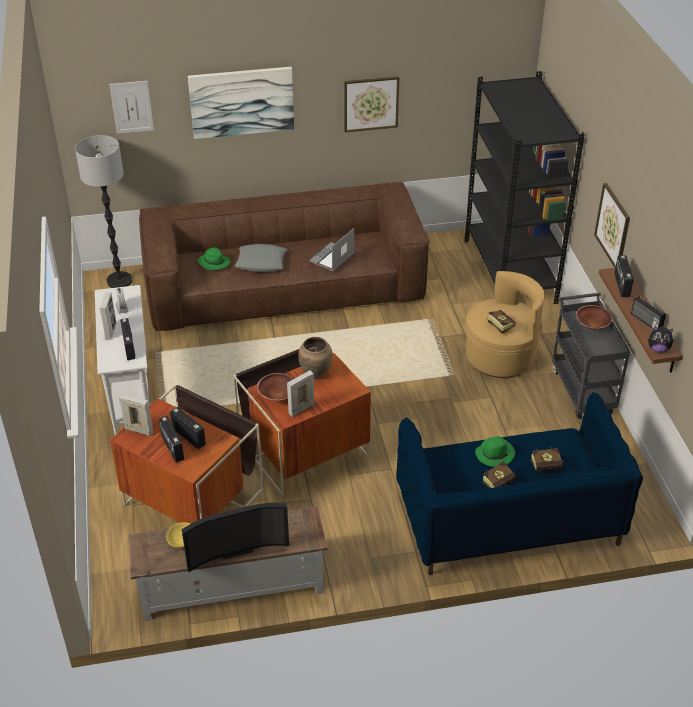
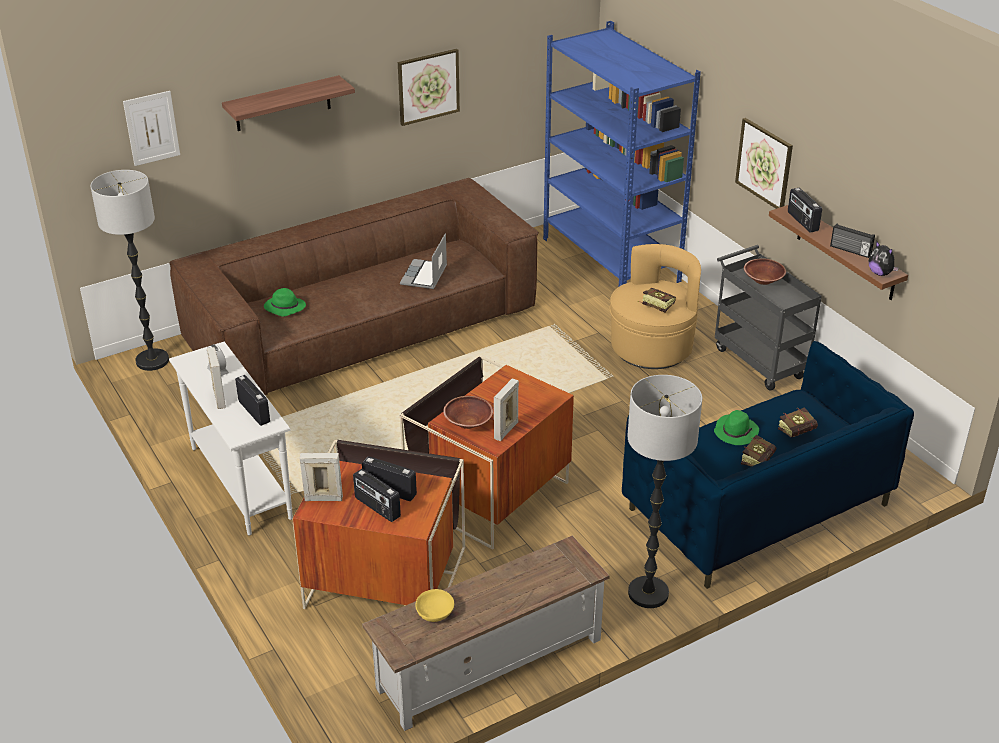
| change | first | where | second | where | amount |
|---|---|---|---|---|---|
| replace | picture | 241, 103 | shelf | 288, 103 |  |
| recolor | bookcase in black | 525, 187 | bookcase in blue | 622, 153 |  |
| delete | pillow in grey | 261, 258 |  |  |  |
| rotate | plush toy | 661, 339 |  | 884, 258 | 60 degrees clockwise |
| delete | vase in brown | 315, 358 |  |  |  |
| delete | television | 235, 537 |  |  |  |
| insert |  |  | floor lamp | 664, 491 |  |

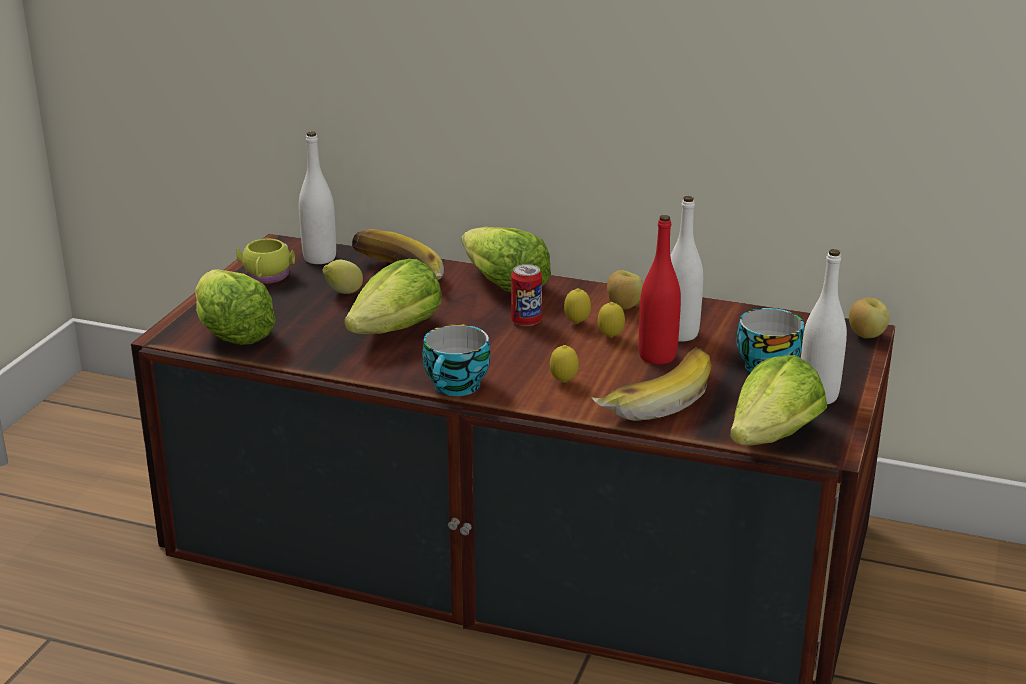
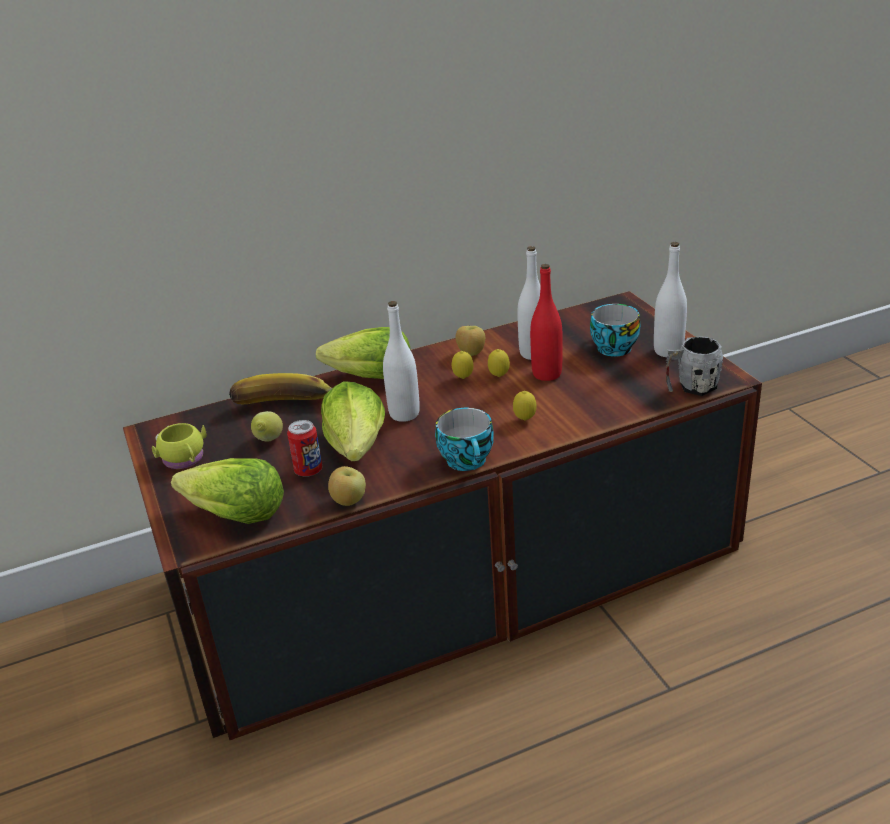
| change | first | where | second | where | amount |
|---|---|---|---|---|---|
| move | bottle in white | 317, 197 |  | 401, 361 |  |
| move | can | 526, 295 |  | 304, 448 |  |
| move | apple | 869, 318 |  | 347, 486 |  |
| delete | banana | 651, 384 |  |  |  |
| replace | lettuce | 778, 400 | mug in grey | 694, 366 |  |

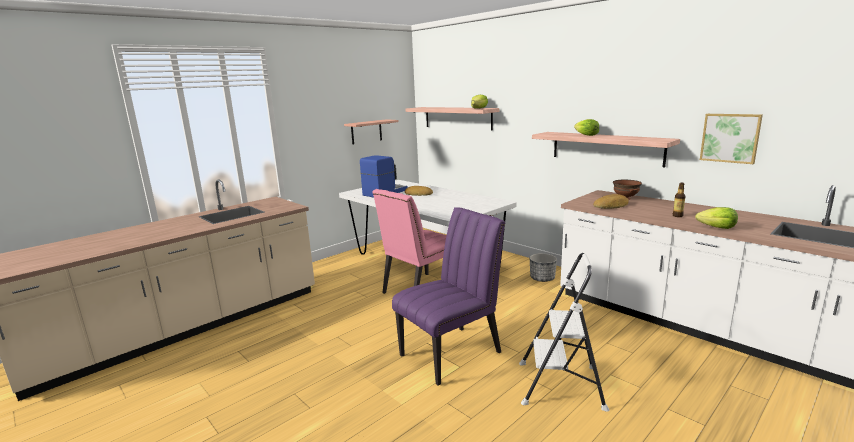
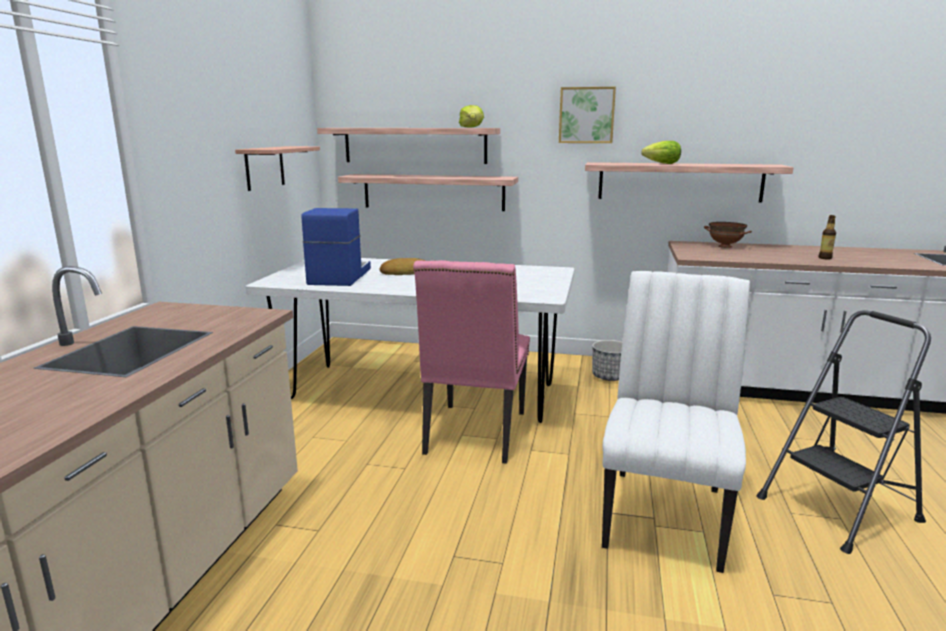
| change | first | where | second | where | amount |
|---|---|---|---|---|---|
| move | picture | 731, 139 |  | 587, 115 |  |
| delete | bread | 611, 201 |  |  |  |
| recolor | chair in purple | 449, 296 | chair in white | 676, 422 |  |
| delete | lettuce | 716, 218 |  |  |  |
| recolor | step ladder in white | 564, 332 | step ladder in black | 843, 432 |  |
| insert |  |  | shelf | 428, 192 |  |

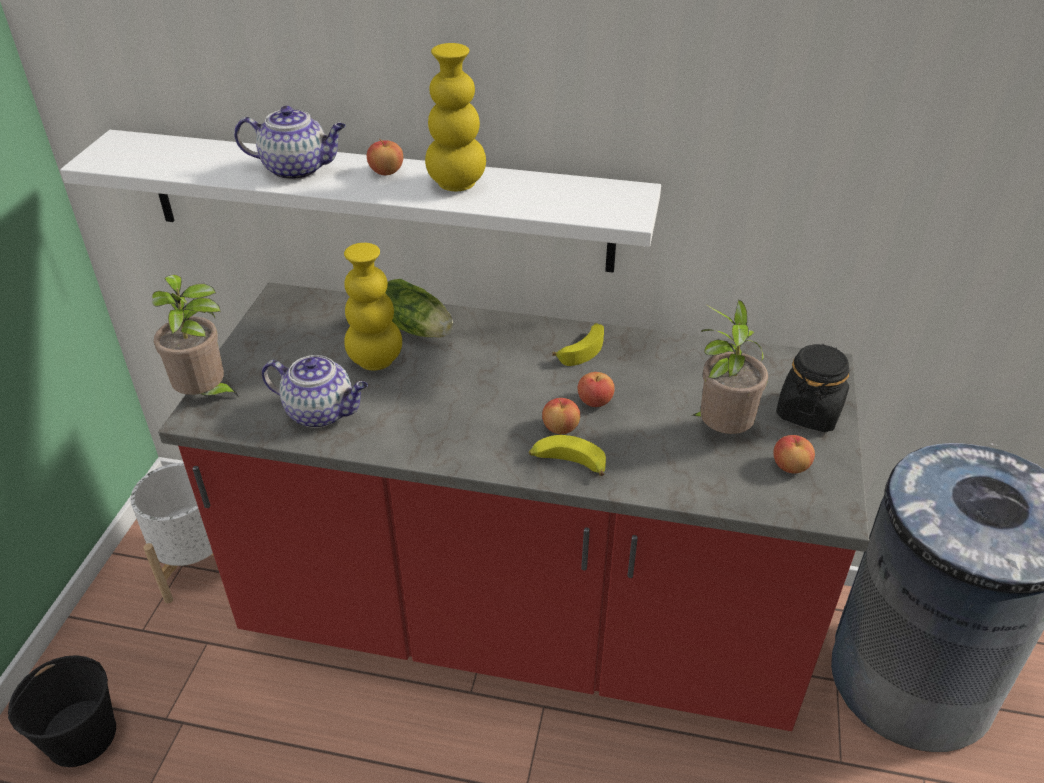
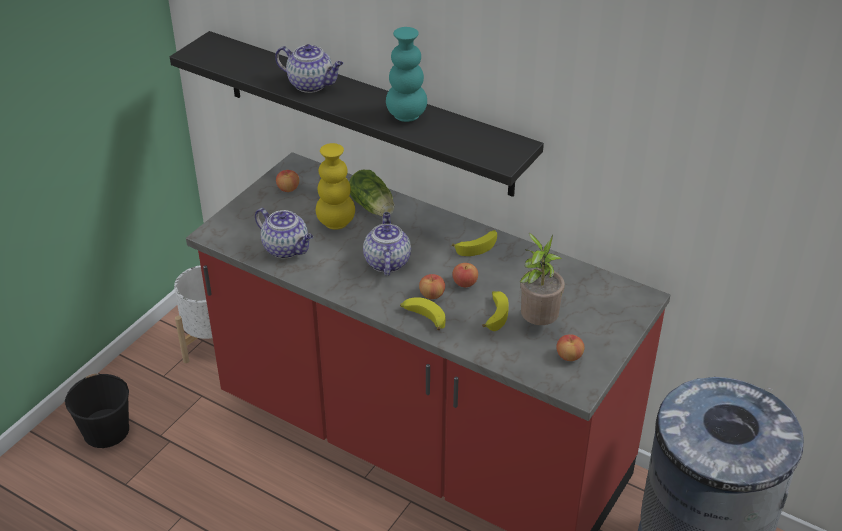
| change | first | where | second | where | amount |
|---|---|---|---|---|---|
| recolor | vase in yellow | 455, 117 | vase in turquoise | 406, 74 |  |
| recolor | shelf in white | 360, 201 | shelf in black | 357, 114 |  |
| move | apple | 385, 157 |  | 287, 181 |  |
| delete | potted plant | 195, 336 |  |  |  |
| delete | jar in black | 812, 388 |  |  |  |
| insert |  |  | teapot | 387, 244 |  |
| insert |  |  | banana | 495, 311 |  |

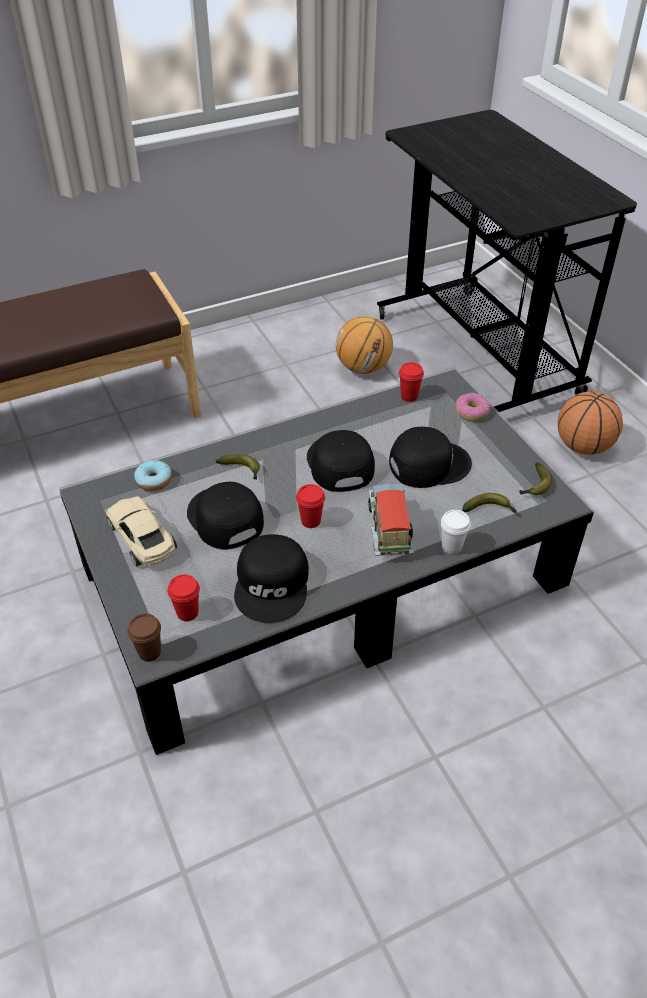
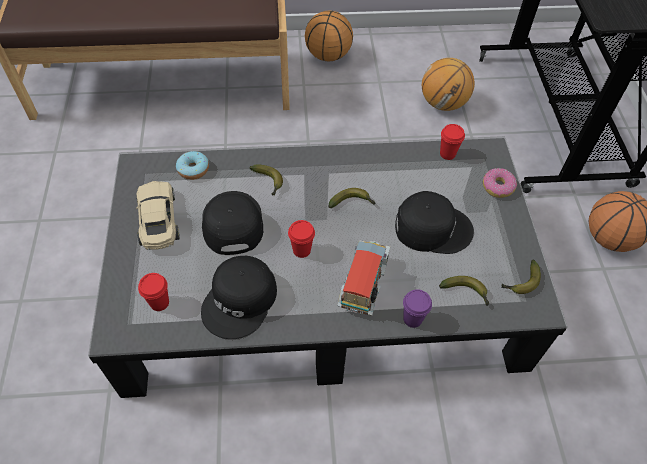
| change | first | where | second | where | amount |
|---|---|---|---|---|---|
| replace | cap in black | 341, 461 | banana | 352, 198 |  |
| recolor | cup in white | 455, 532 | cup in purple | 417, 308 |  |
| delete | cup in brown | 144, 637 |  |  |  |
| insert |  |  | basketball | 329, 36 |  |

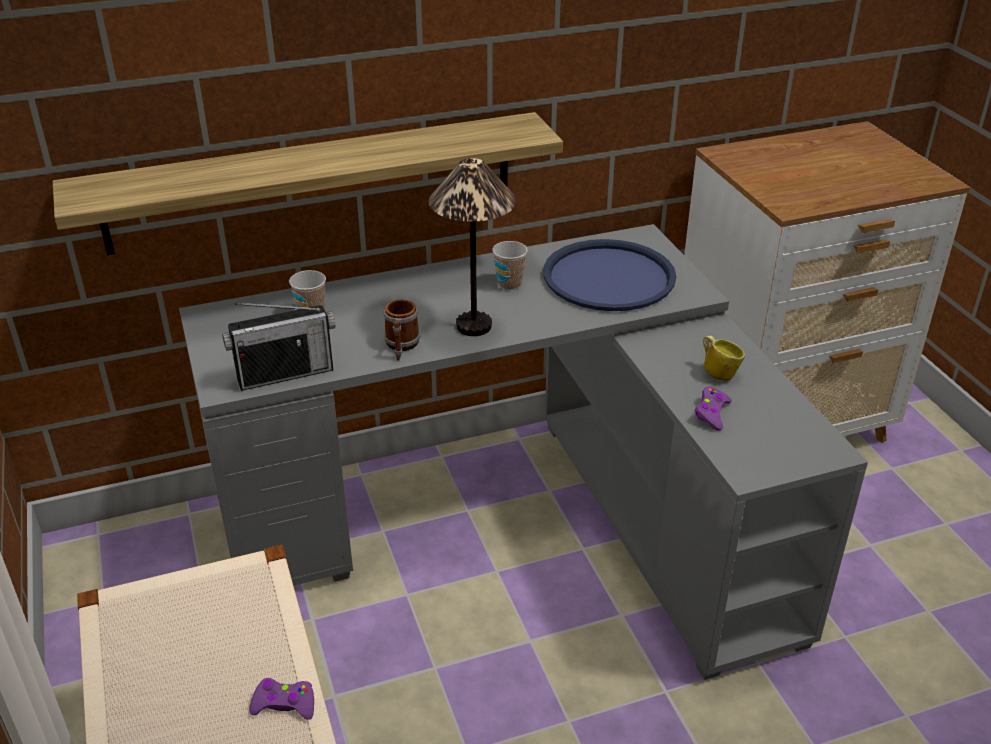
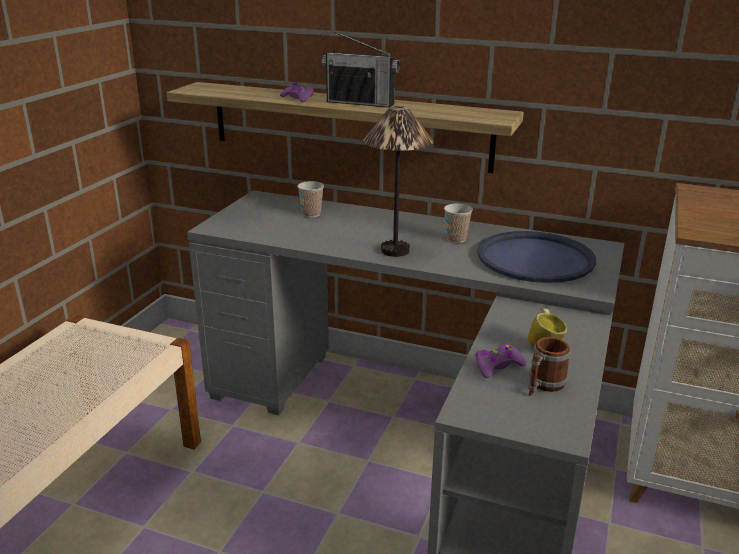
| change | first | where | second | where | amount |
|---|---|---|---|---|---|
| move | mug | 402, 330 |  | 549, 366 |  |
| move | radio | 278, 347 |  | 361, 69 |  |
| move | game controller in purple | 281, 699 |  | 297, 92 |  |

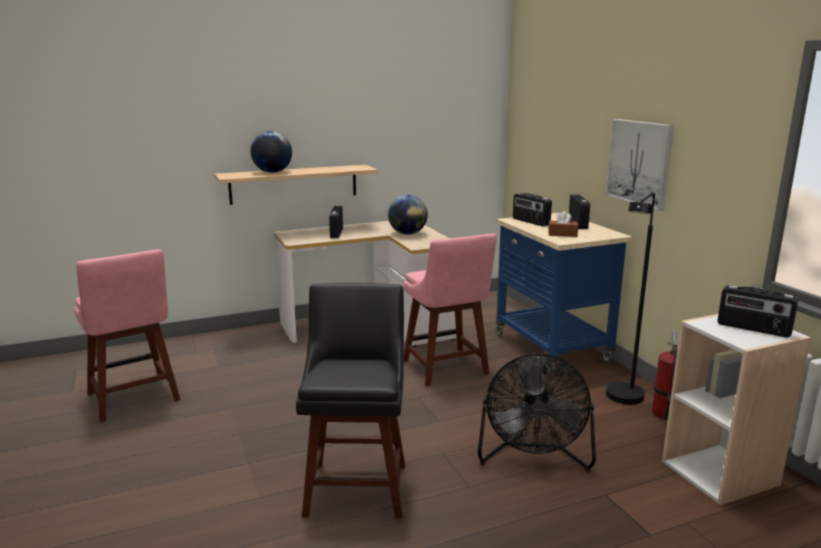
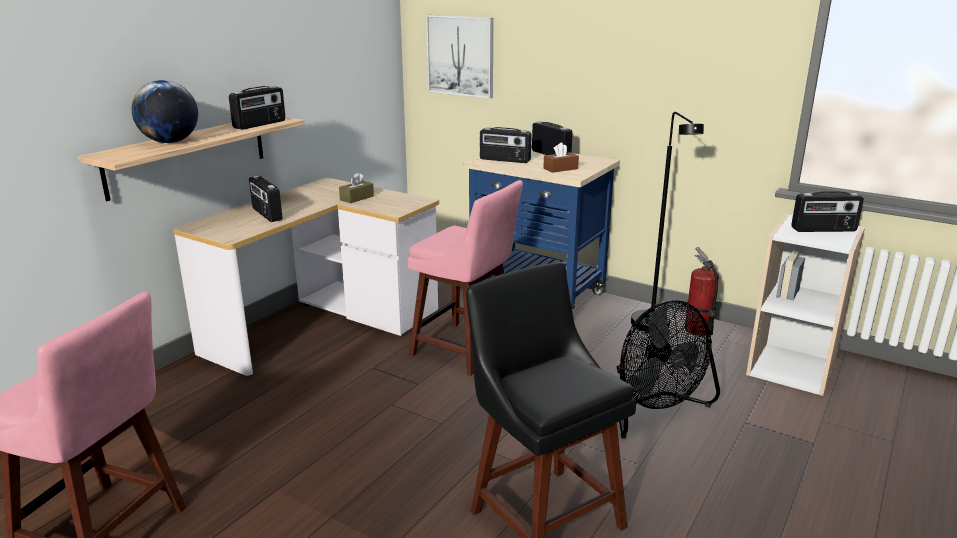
| change | first | where | second | where | amount |
|---|---|---|---|---|---|
| move | picture | 639, 165 |  | 459, 57 |  |
| replace | globe | 408, 215 | tissue box in brown | 356, 188 |  |
| insert |  |  | radio | 257, 108 |  |

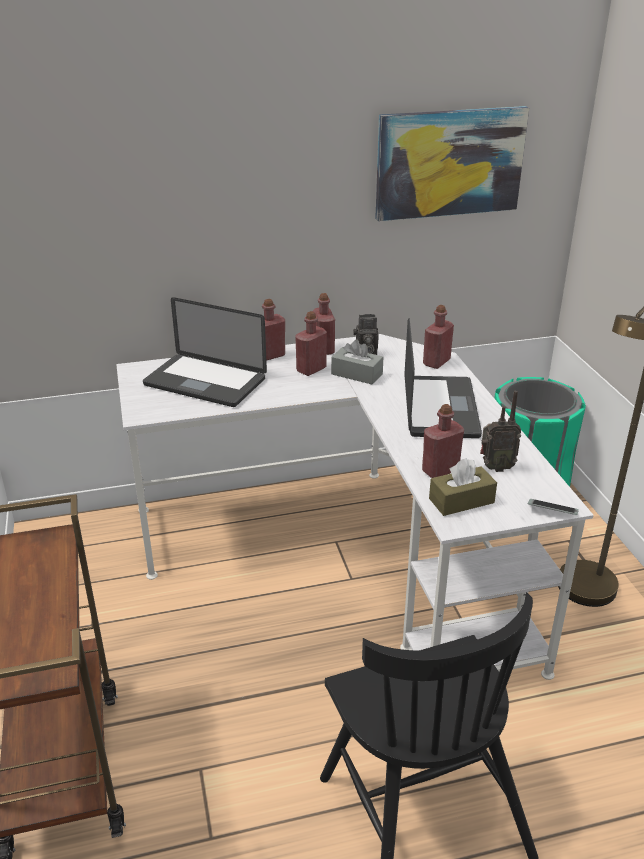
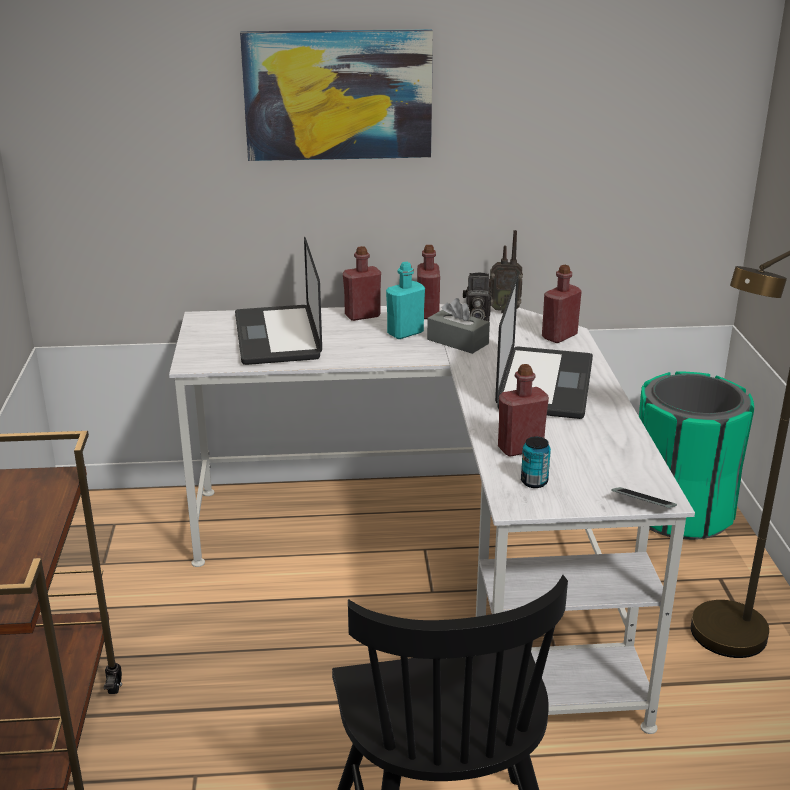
| change | first | where | second | where | amount |
|---|---|---|---|---|---|
| move | picture | 452, 163 |  | 336, 95 |  |
| rotate | laptop | 205, 352 |  | 278, 301 | 45 degrees clockwise |
| recolor | bottle in red | 311, 343 | bottle in turquoise | 405, 300 |  |
| move | radio | 500, 431 |  | 506, 271 |  |
| replace | tissue box in brown | 463, 487 | can | 536, 462 |  |

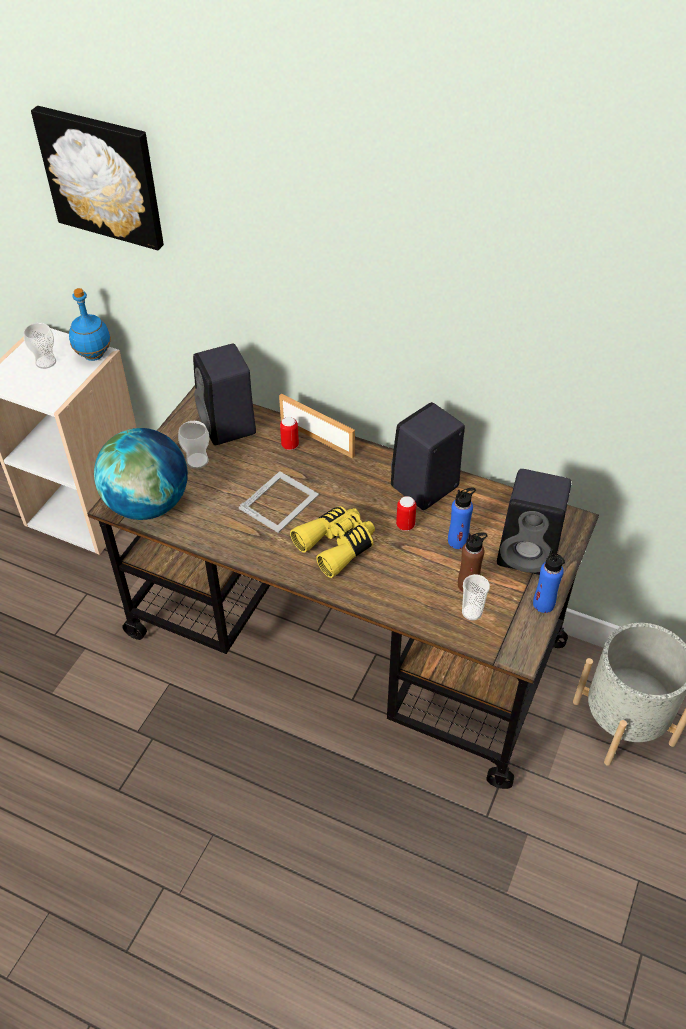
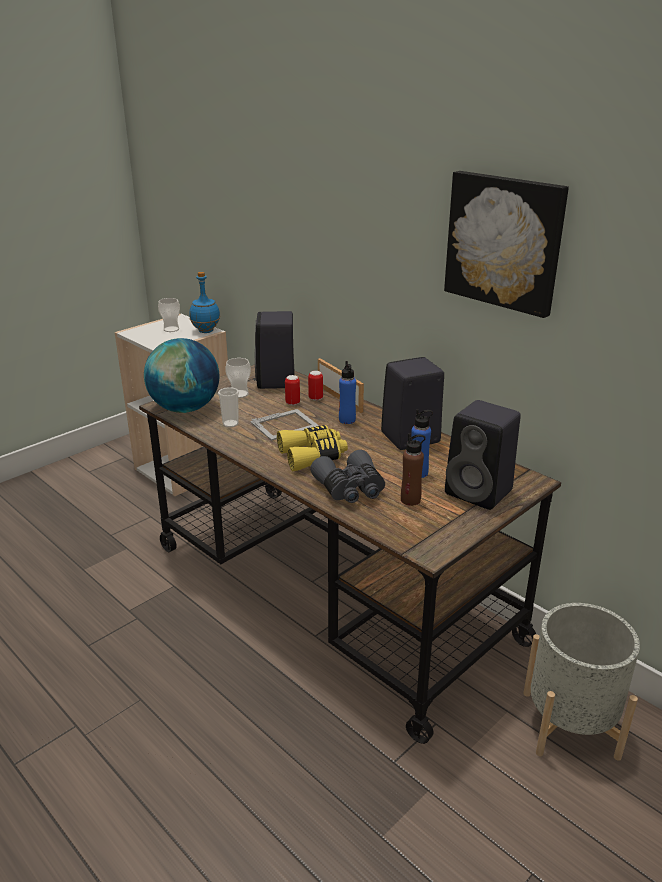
| change | first | where | second | where | amount |
|---|---|---|---|---|---|
| move | picture | 97, 178 |  | 506, 244 |  |
| move | can | 406, 513 |  | 292, 390 |  |
| move | bottle in blue | 549, 581 |  | 347, 392 |  |
| move | cup | 476, 597 |  | 228, 407 |  |
| insert |  |  | binoculars in grey | 347, 476 |  |

